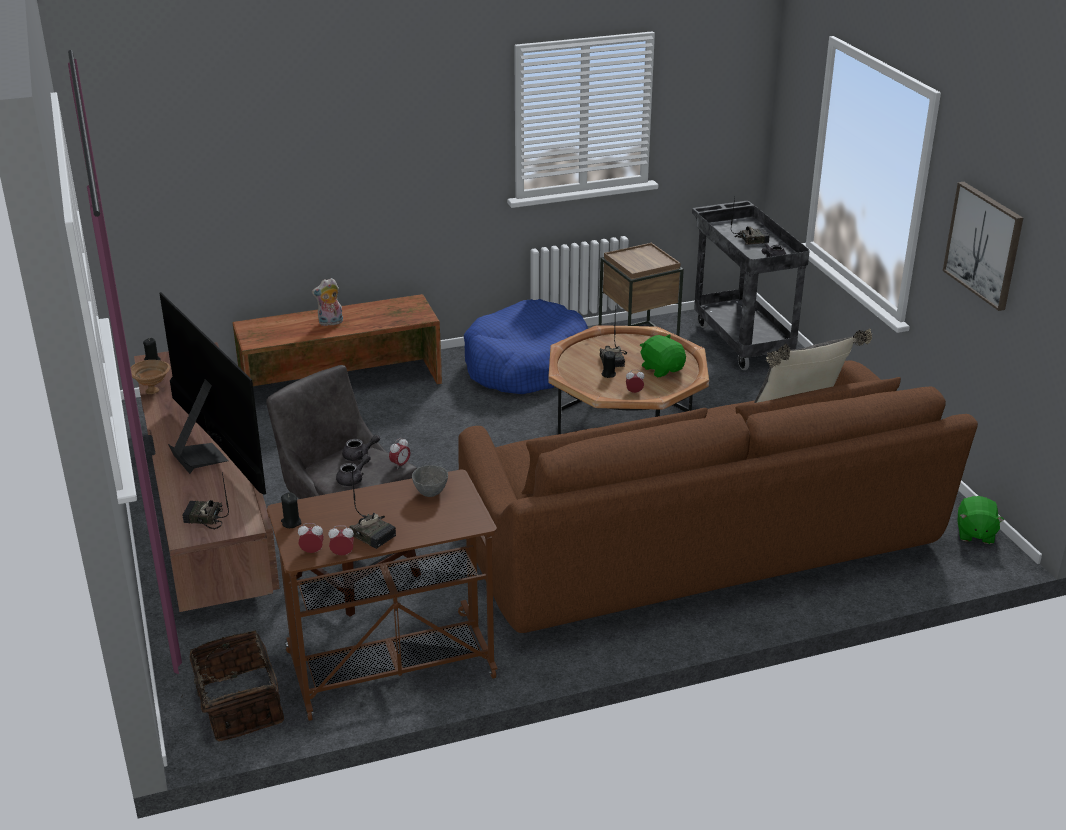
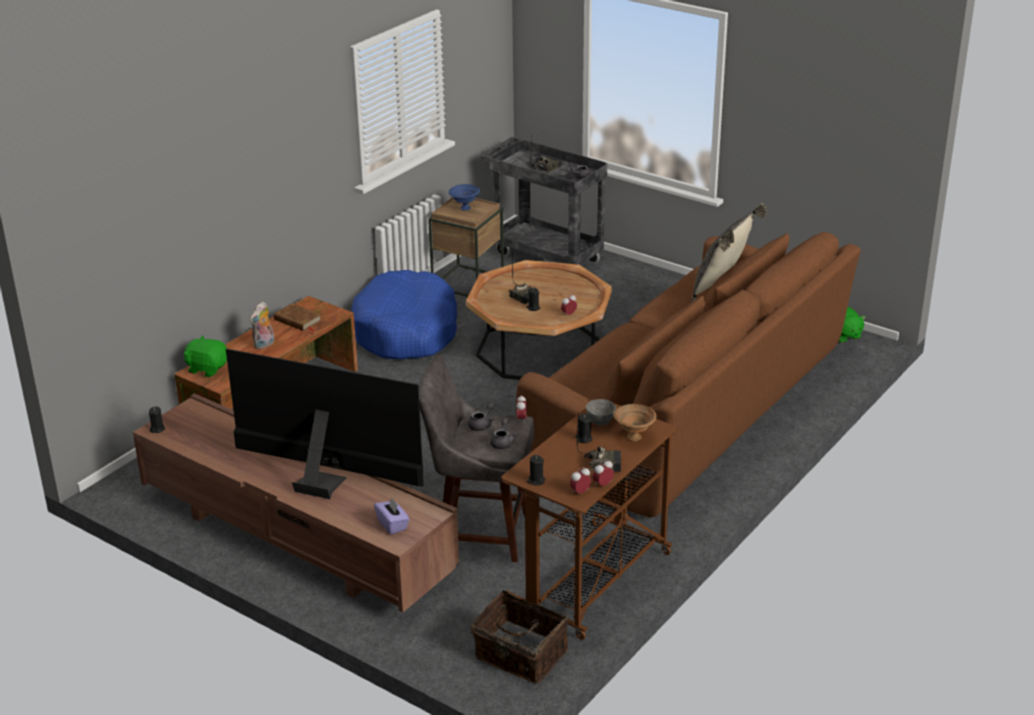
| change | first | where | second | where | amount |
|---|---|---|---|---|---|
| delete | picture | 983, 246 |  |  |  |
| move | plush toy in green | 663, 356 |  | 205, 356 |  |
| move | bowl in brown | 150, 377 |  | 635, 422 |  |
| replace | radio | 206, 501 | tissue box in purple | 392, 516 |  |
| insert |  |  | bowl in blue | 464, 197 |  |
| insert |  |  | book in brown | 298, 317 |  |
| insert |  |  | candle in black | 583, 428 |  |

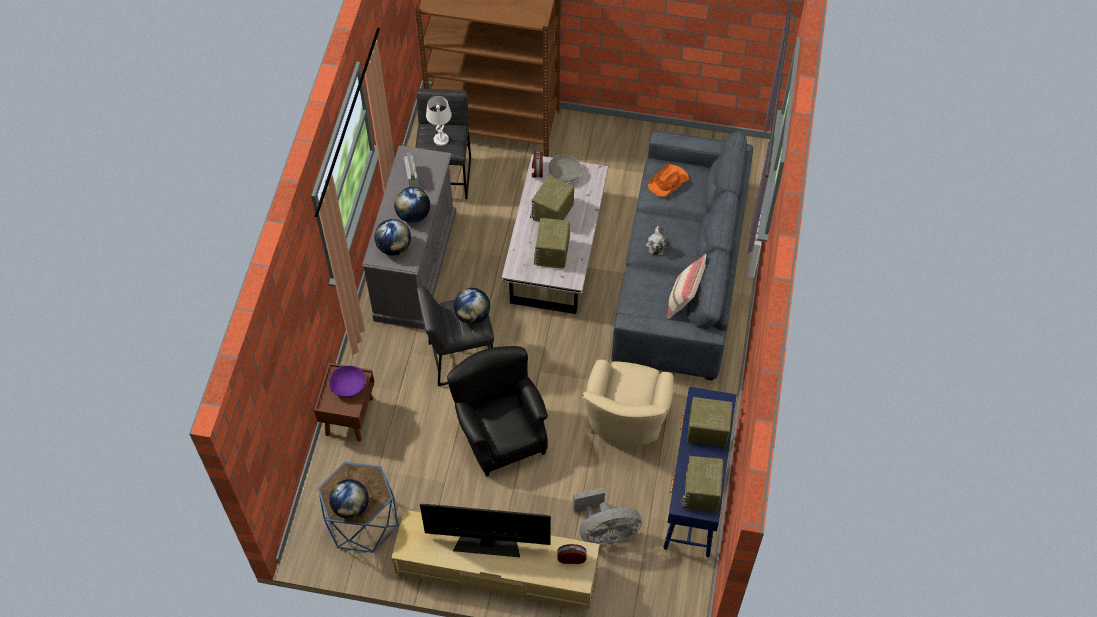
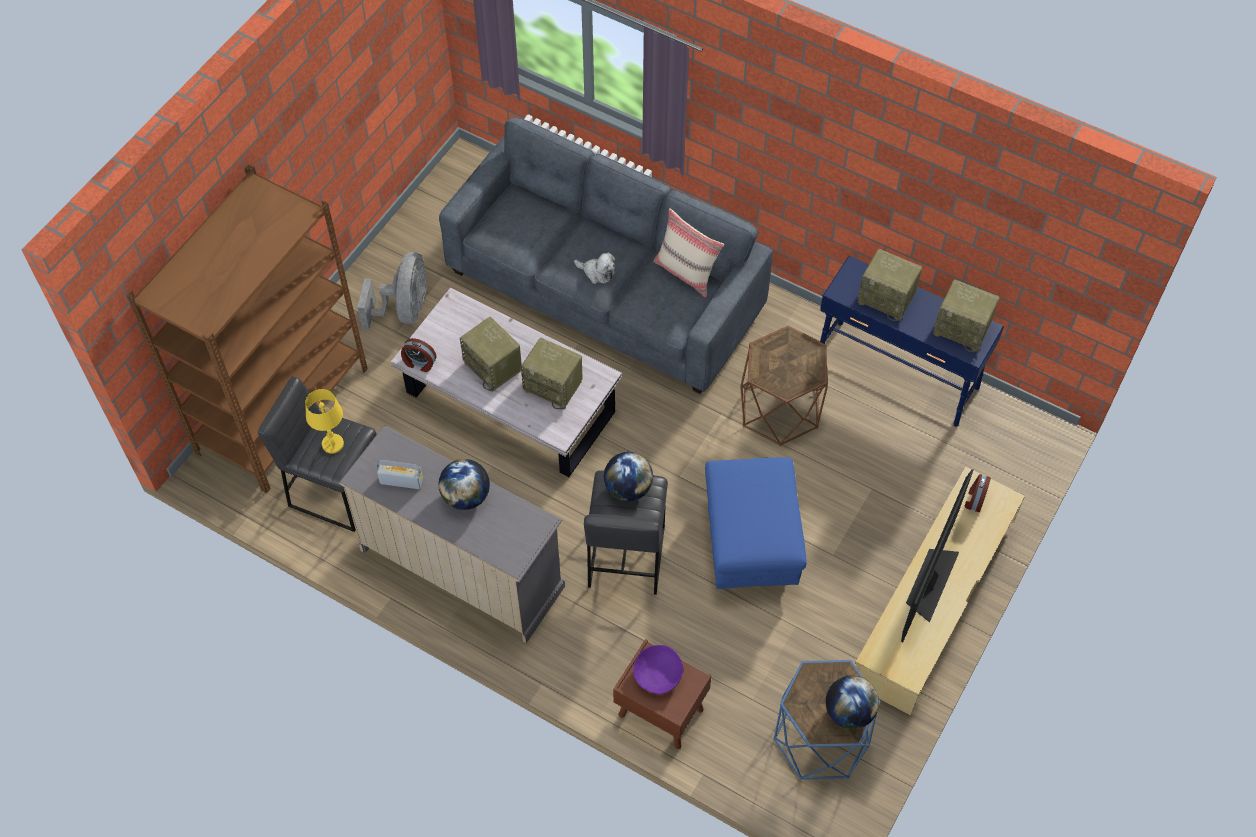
| change | first | where | second | where | amount |
|---|---|---|---|---|---|
| recolor | table lamp in white | 439, 121 | table lamp in yellow | 324, 421 |  |
| delete | bowl in grey | 565, 168 |  |  |  |
| delete | hat in orange | 668, 180 |  |  |  |
| delete | globe | 392, 237 |  |  |  |
| replace | armchair in black | 497, 411 | ottoman in blue | 755, 523 |  |
| replace | armchair in beige | 628, 402 | side table in brown | 784, 385 |  |
| rotate | radio | 710, 422 |  | 889, 285 | 90 degrees counterclockwise |
| move | fan in grey | 607, 516 |  | 392, 291 |  |

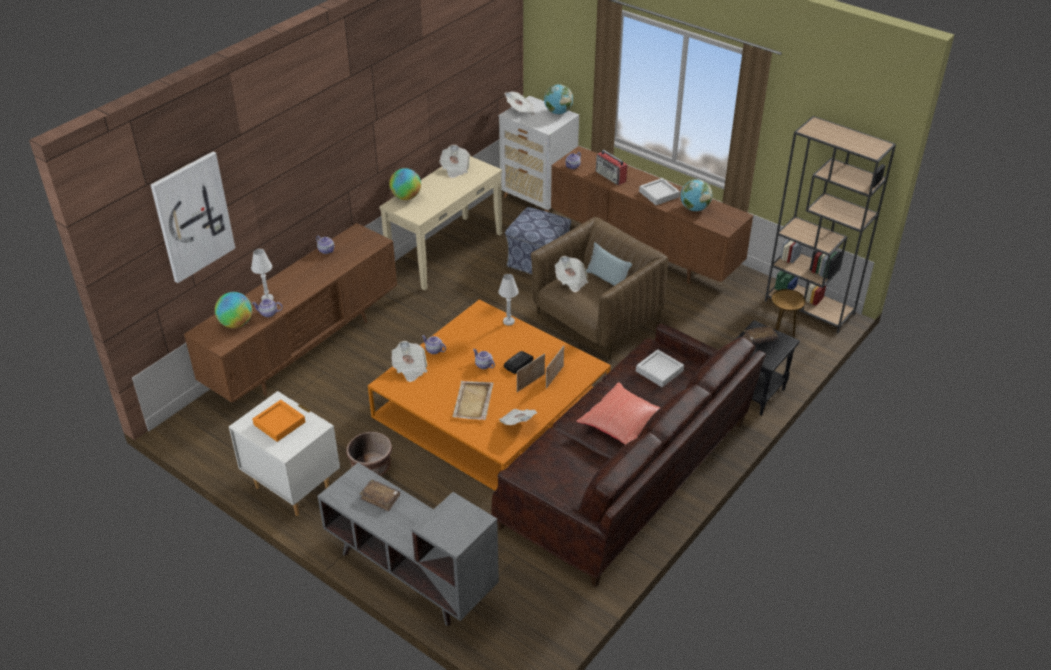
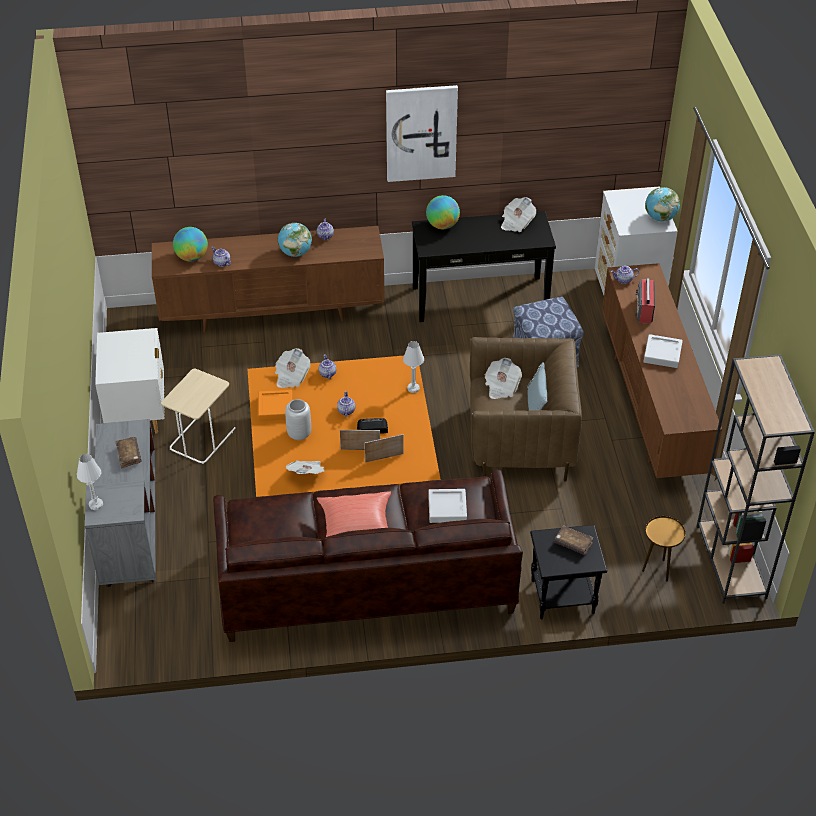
| change | first | where | second | where | amount |
|---|---|---|---|---|---|
| delete | newspaper | 520, 103 |  |  |  |
| move | picture | 193, 217 |  | 422, 133 |  |
| recolor | console table in beige | 440, 223 | console table in black | 484, 266 |  |
| move | globe | 696, 195 |  | 295, 240 |  |
| move | table lamp in white | 262, 274 |  | 90, 482 |  |
| replace | tray in beige | 472, 400 | vase in grey | 298, 419 |  |
| move | tray in orange | 278, 421 |  | 275, 405 |  |
| replace | planter in brown | 369, 454 | side table in beige | 198, 416 |  |

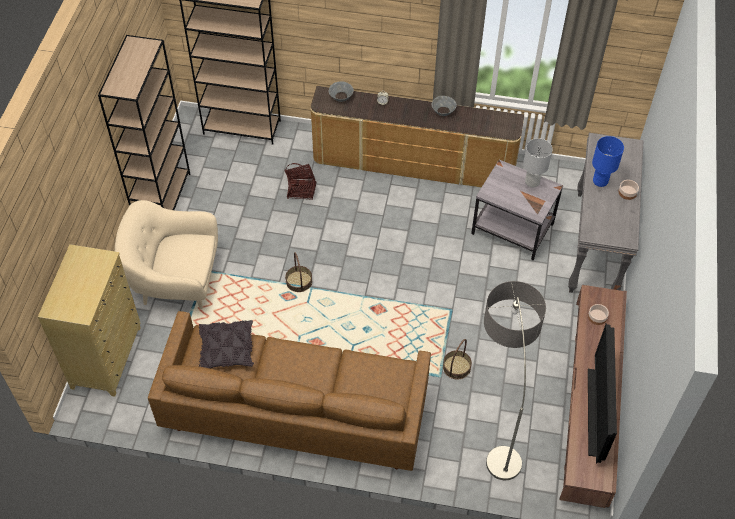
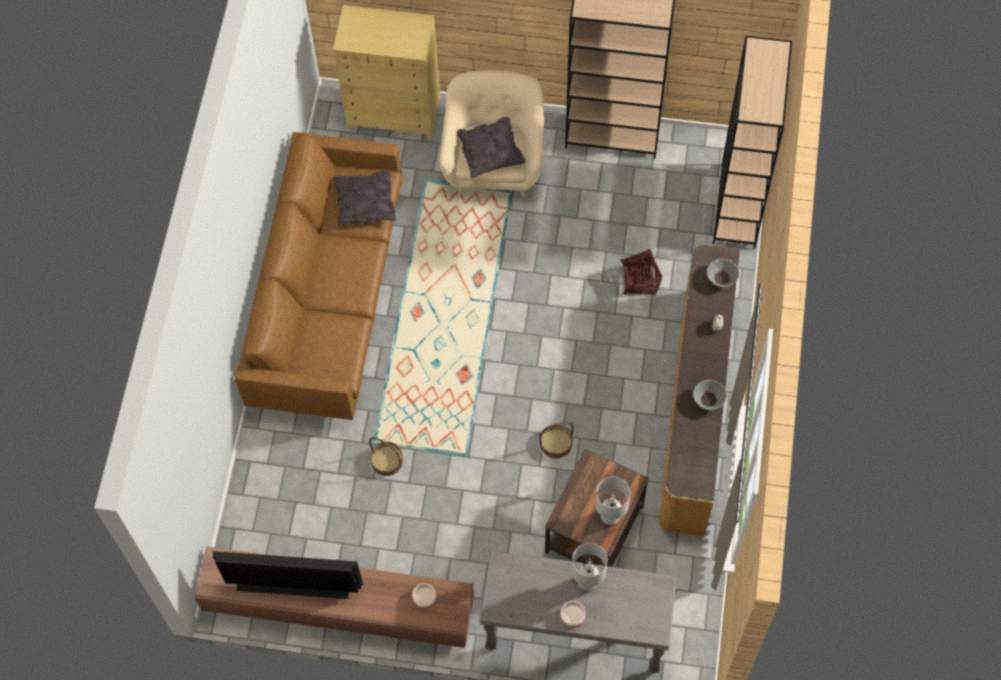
| change | first | where | second | where | amount |
|---|---|---|---|---|---|
| recolor | table lamp in blue | 608, 161 | table lamp in grey | 590, 567 |  |
| recolor | side table in grey | 517, 210 | side table in brown | 597, 508 |  |
| move | basket | 298, 272 |  | 556, 440 |  |
| delete | floor lamp | 515, 380 |  |  |  |
| insert |  |  | pillow in black | 491, 147 |  |

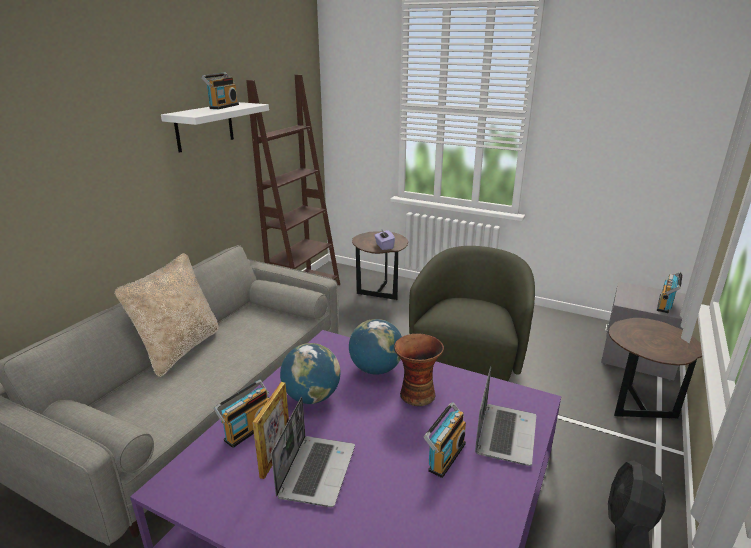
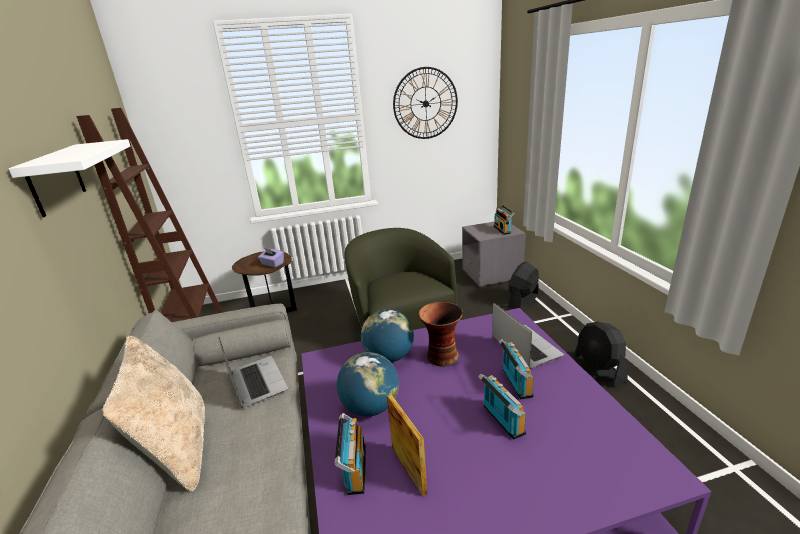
| change | first | where | second | where | amount |
|---|---|---|---|---|---|
| move | radio | 220, 90 |  | 502, 406 |  |
| replace | side table in brown | 655, 368 | fan in black | 523, 286 |  |
| move | laptop | 313, 452 |  | 253, 372 |  |
| insert |  |  | wall clock | 425, 103 |  |

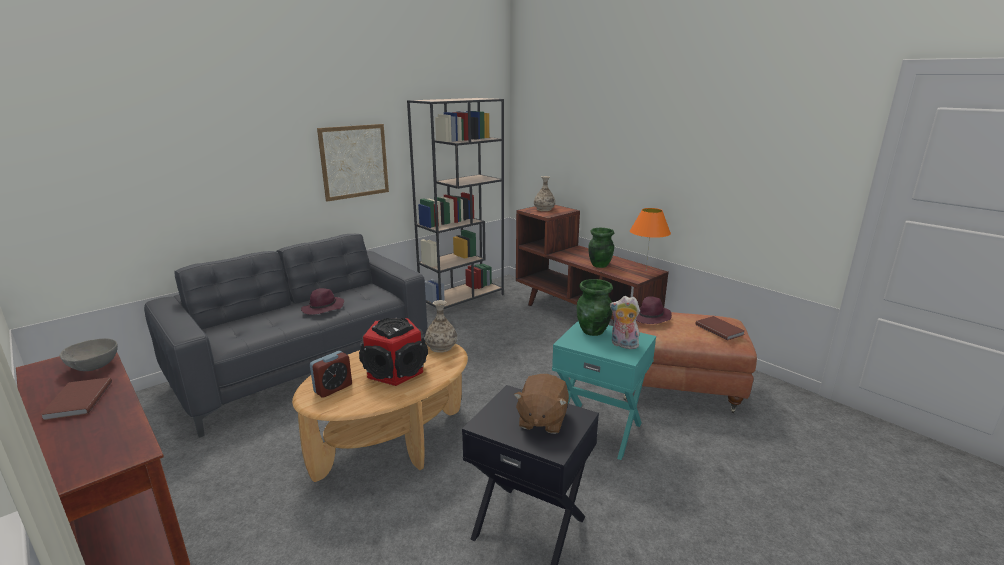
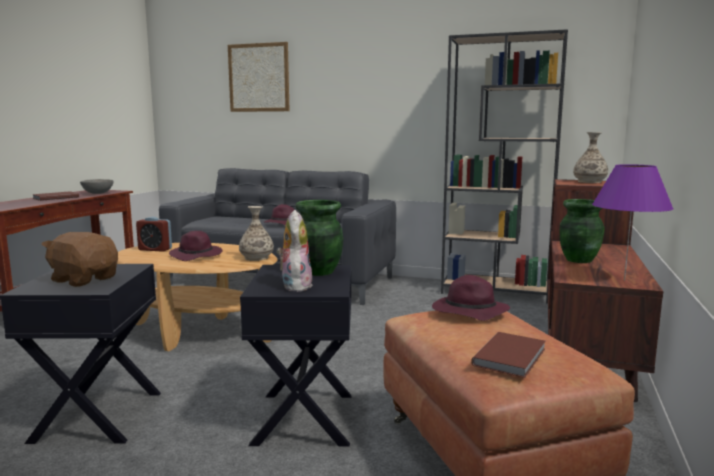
| change | first | where | second | where | amount |
|---|---|---|---|---|---|
| move | picture | 353, 163 |  | 259, 77 |  |
| recolor | table lamp in orange | 650, 238 | table lamp in purple | 633, 222 |  |
| replace | speaker | 393, 352 | hat in purple | 196, 246 |  |
| recolor | side table in turquoise | 604, 390 | side table in black | 295, 356 |  |
| rotate | plush toy in brown | 541, 404 |  | 79, 259 | 45 degrees clockwise |

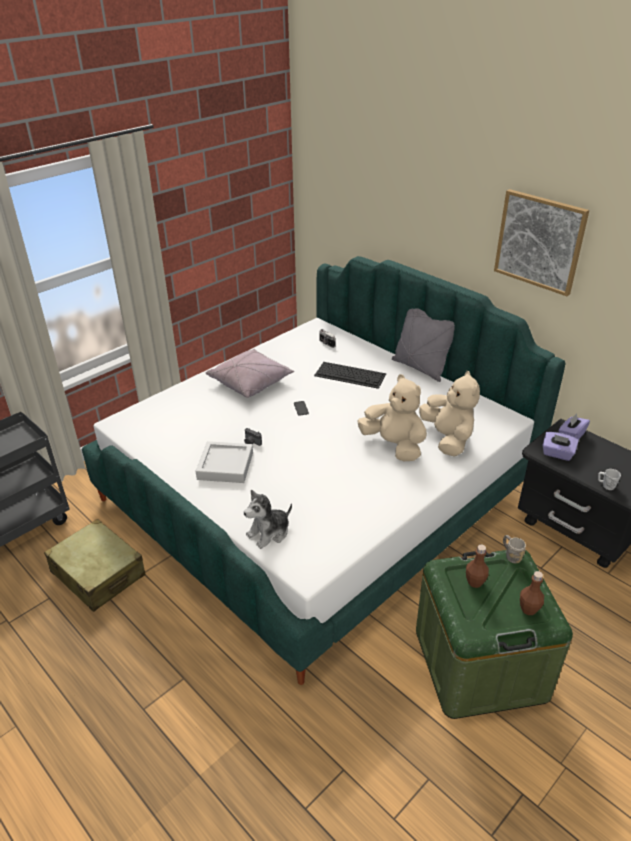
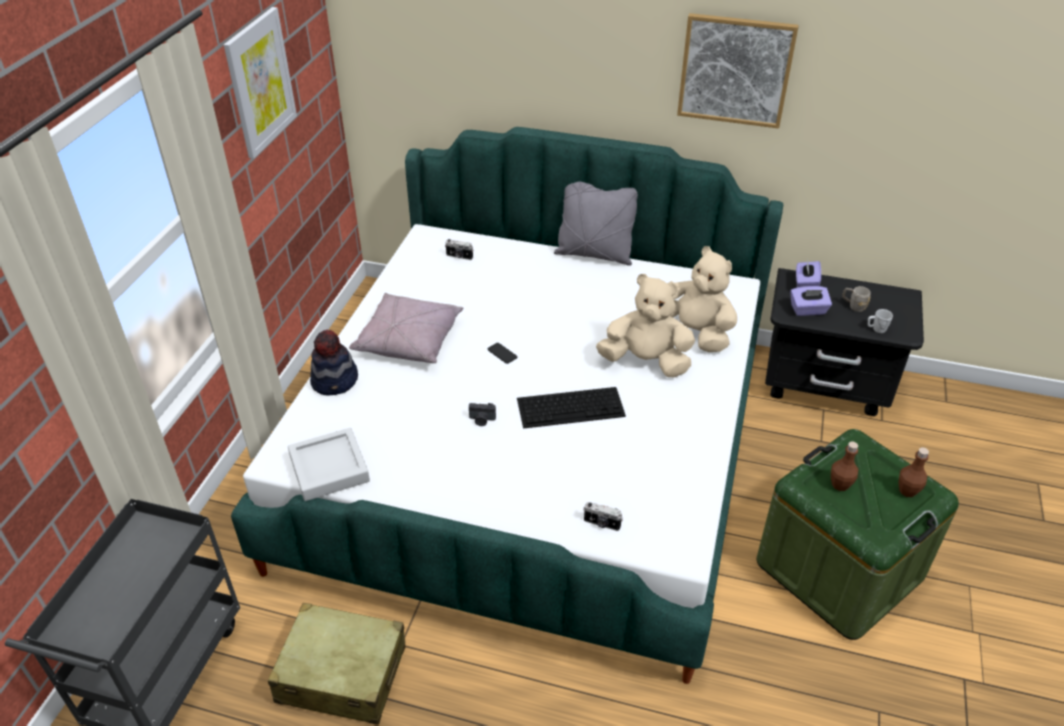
| change | first | where | second | where | amount |
|---|---|---|---|---|---|
| move | keyboard | 350, 375 |  | 571, 408 |  |
| move | tray in grey | 224, 462 |  | 329, 464 |  |
| replace | plush toy | 268, 519 | photo camera | 603, 516 |  |
| move | mug in grey | 514, 549 |  | 856, 299 |  |
| insert |  |  | picture | 260, 83 |  |
| insert |  |  | hat | 334, 362 |  |

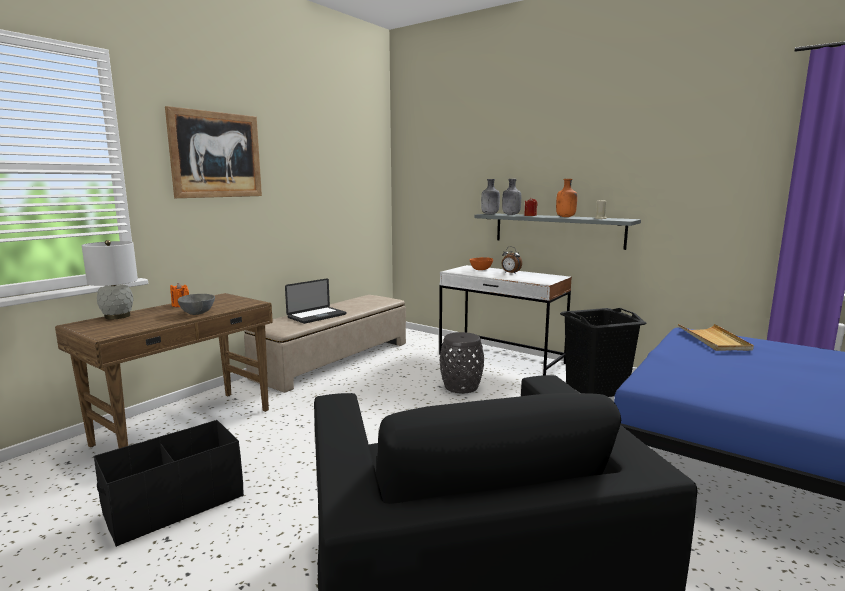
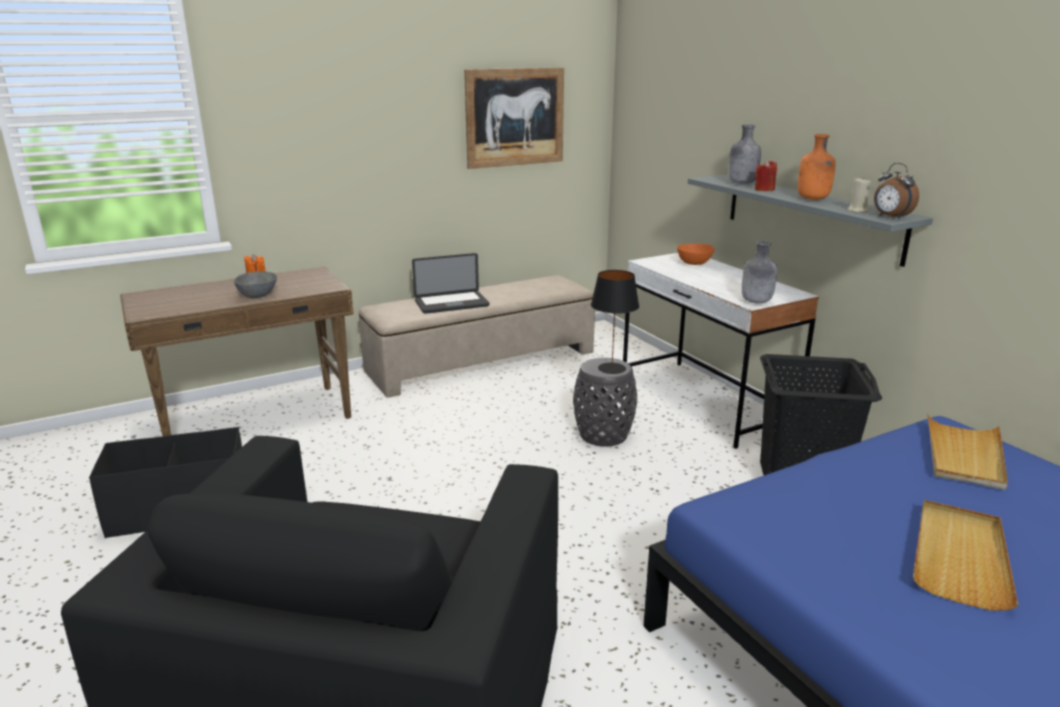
| change | first | where | second | where | amount |
|---|---|---|---|---|---|
| move | picture | 213, 152 |  | 514, 118 |  |
| move | bottle in grey | 490, 196 |  | 759, 272 |  |
| delete | table lamp in white | 110, 279 |  |  |  |
| move | alarm clock | 512, 261 |  | 896, 191 |  |
| insert |  |  | table lamp in black | 615, 322 |  |
| insert |  |  | tray in beige | 965, 555 |  |

